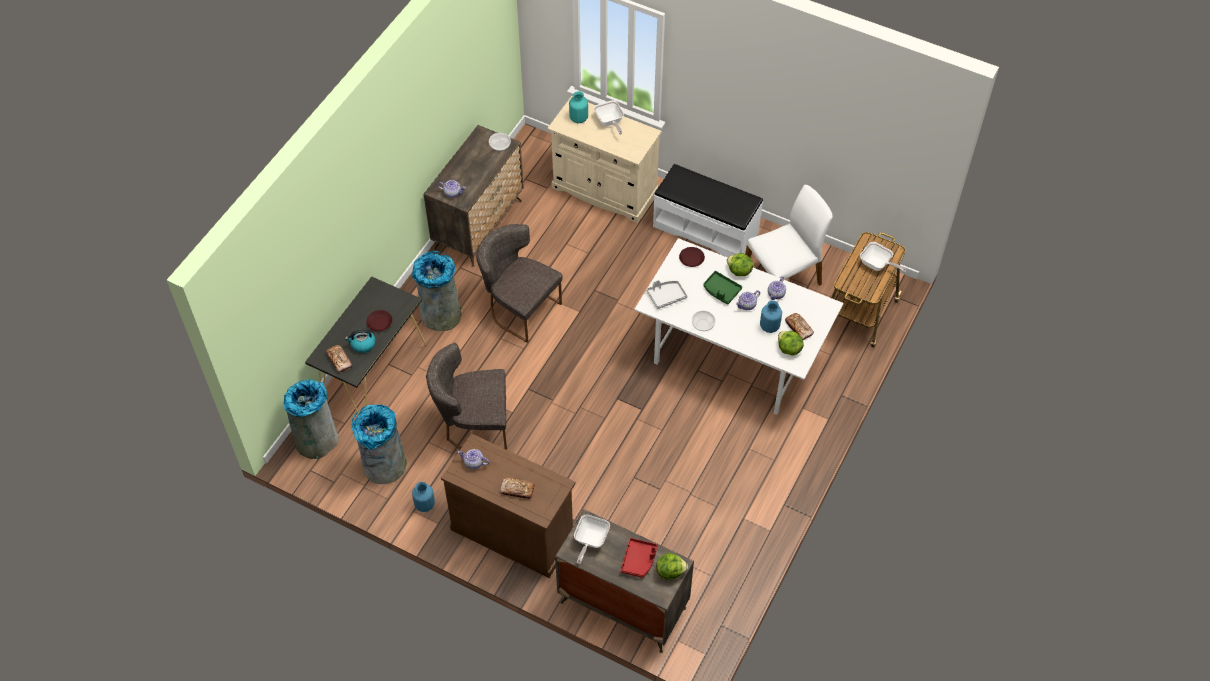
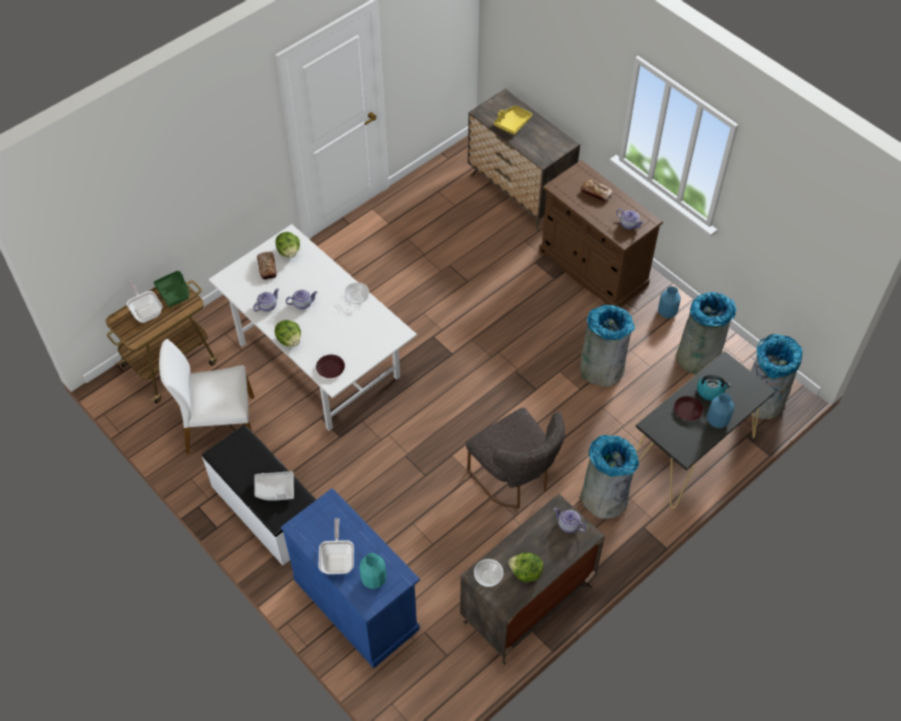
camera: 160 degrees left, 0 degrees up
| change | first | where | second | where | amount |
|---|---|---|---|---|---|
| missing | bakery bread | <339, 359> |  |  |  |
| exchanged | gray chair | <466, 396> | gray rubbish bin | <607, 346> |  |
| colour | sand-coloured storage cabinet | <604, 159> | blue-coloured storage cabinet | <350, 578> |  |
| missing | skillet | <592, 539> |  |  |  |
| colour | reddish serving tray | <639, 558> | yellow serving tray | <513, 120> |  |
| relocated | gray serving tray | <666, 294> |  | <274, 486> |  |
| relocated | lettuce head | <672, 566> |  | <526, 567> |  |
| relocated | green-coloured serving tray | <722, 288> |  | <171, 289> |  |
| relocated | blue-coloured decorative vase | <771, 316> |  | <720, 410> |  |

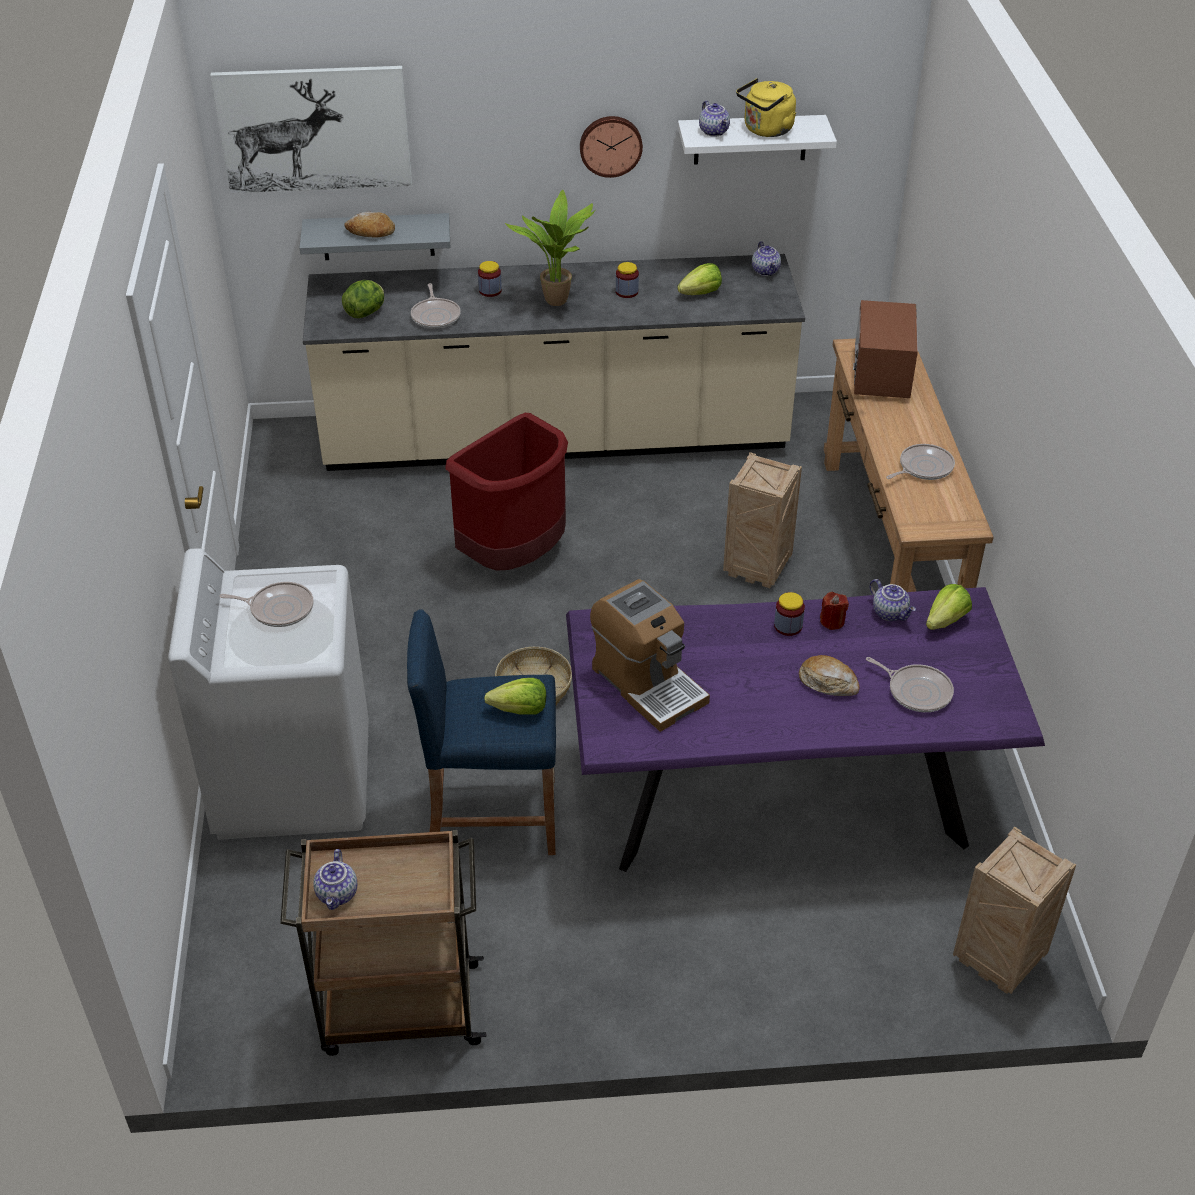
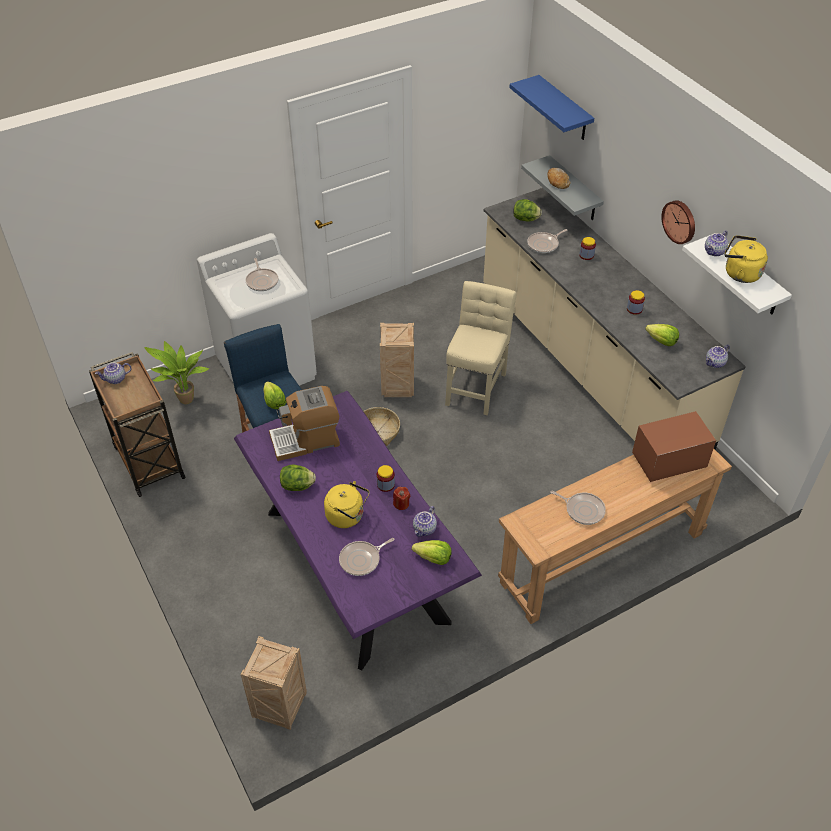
camera: 65 degrees right, 5 degrees up
| change | first | where | second | where | amount |
|---|---|---|---|---|---|
| exchanged | wall art | <311, 129> | blue-coloured shelf | <551, 107> |  |
| exchanged | reddish rubbish bin | <507, 492> | sand-coloured chair | <481, 348> |  |
| relocated | plant in a pot | <550, 248> |  | <177, 372> |  |
| spun | coffee machine | <650, 655> |  | <304, 423> | 45 degrees clockwise |
| relocated | packing crate | <762, 520> |  | <397, 360> |  |
| exchanged | bakery bread | <829, 675> | yellow water kettle | <346, 504> |  |
| spun | skillet | <910, 684> |  | <367, 557> | 45 degrees clockwise |
| appeared |  |  | lettuce head | <298, 477> |  |

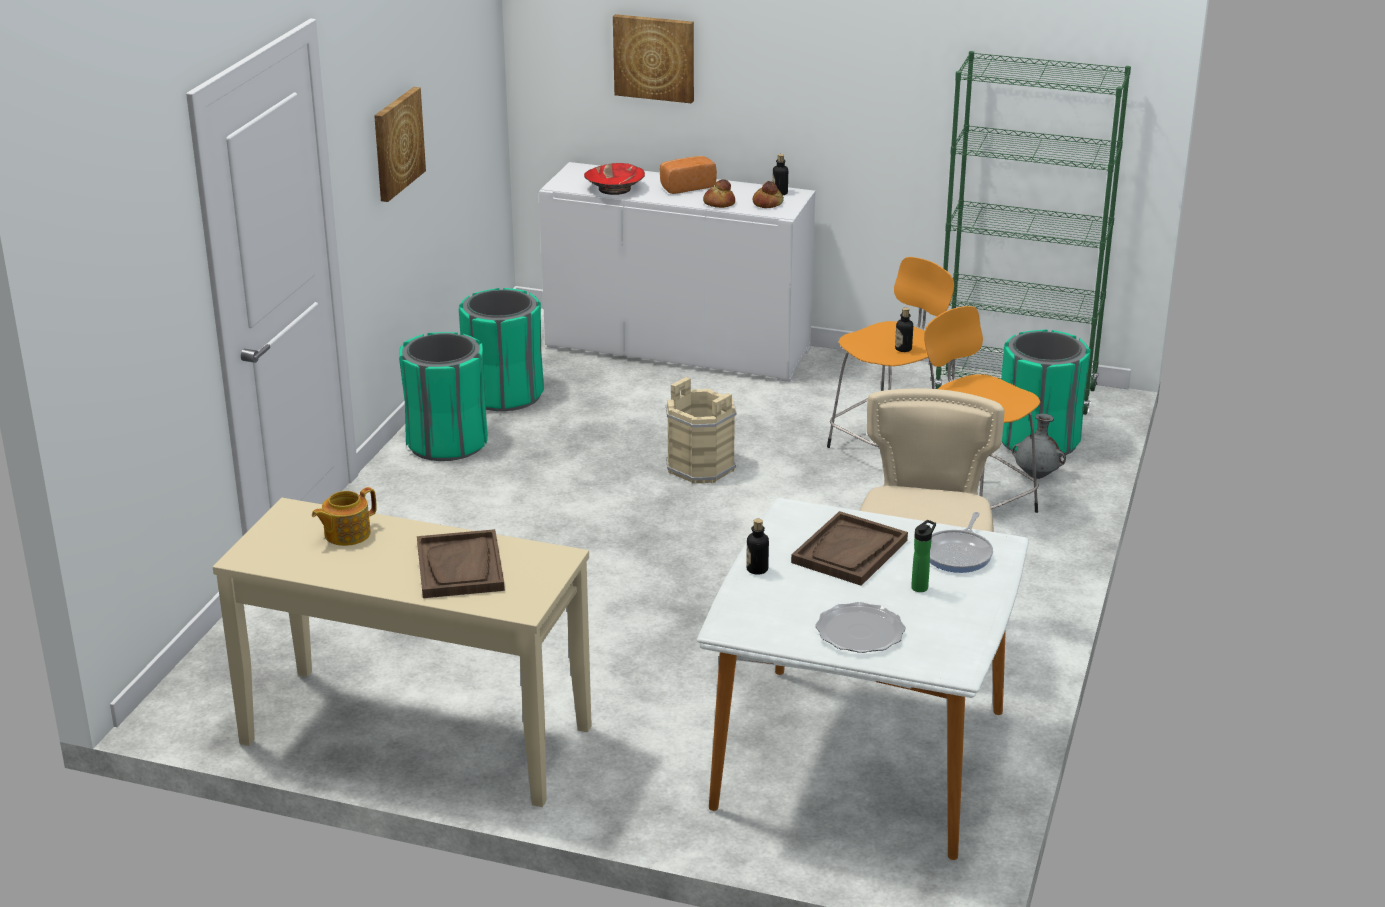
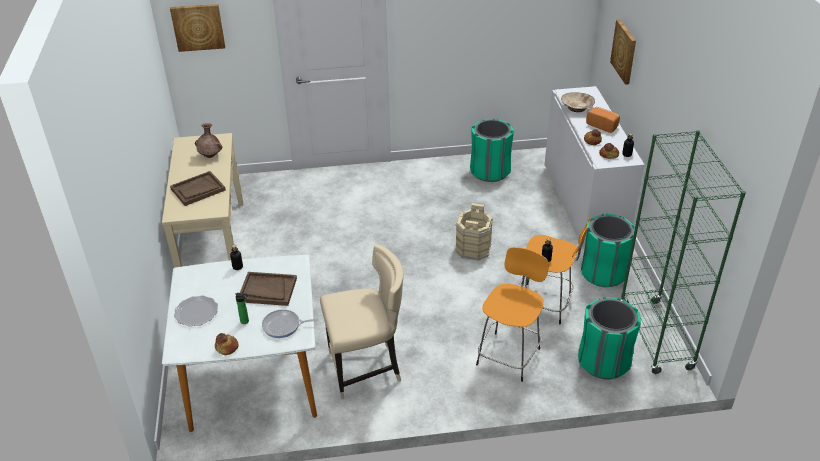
camera: 65 degrees right, 10 degrees up
| change | first | where | second | where | amount |
|---|---|---|---|---|---|
| exchanged | tea pot | <344, 516> | brown decorative vase | <208, 140> |  |
| relocated | wall art | <400, 144> |  | <197, 28> |  |
| relocated | green-coloured rubbish bin | <443, 396> |  | <608, 250> |  |
| colour | reddish bowl | <614, 179> | sand-coloured bowl | <578, 102> |  |
| missing | gray decorative vase | <1039, 446> |  |  |  |
| appeared |  |  | bakery bread | <227, 344> |  |

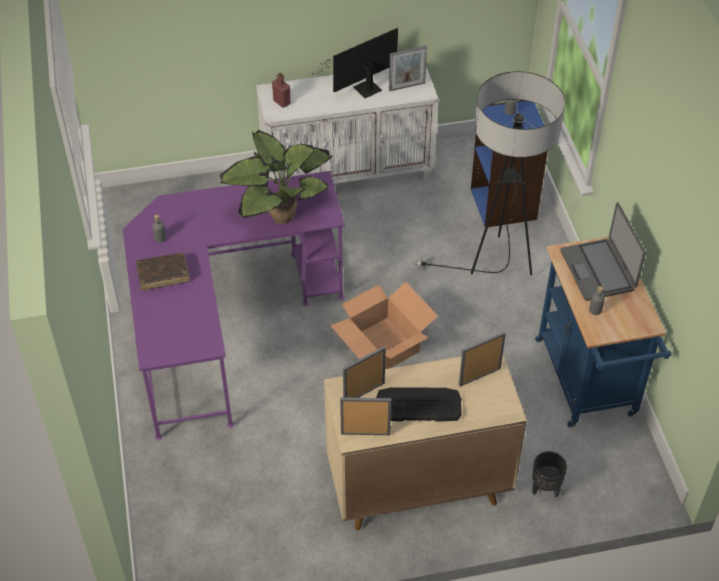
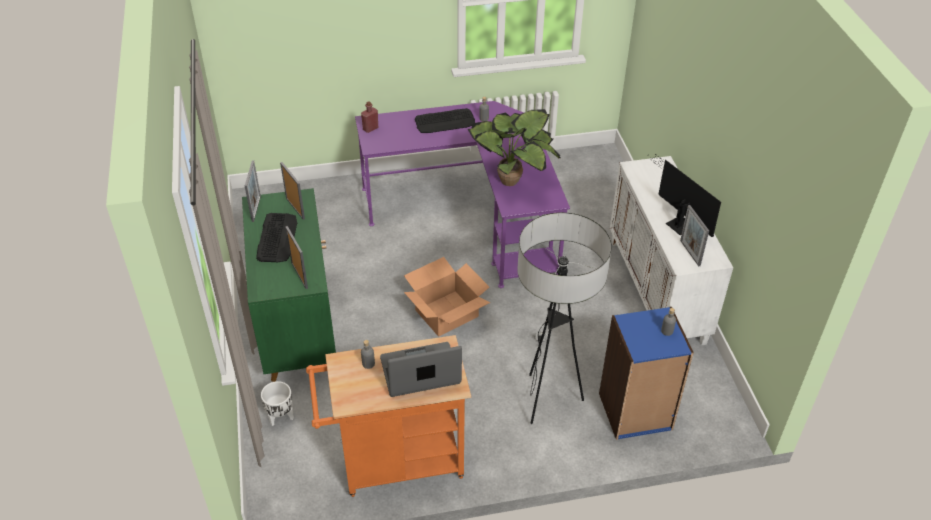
camera: 90 degrees right, 5 degrees down
| change | first | where | second | where | amount |
|---|---|---|---|---|---|
| exchanged | brown volume | <163, 272> | computer keyboard | <445, 120> |  |
| relocated | reddish beverage bottle | <281, 90> |  | <369, 117> |  |
| colour | sand-coloured storage cabinet | <425, 443> | green-coloured storage cabinet | <289, 285> |  |
| colour | blackish planter | <549, 474> | whitish planter | <277, 403> |  |
| colour | blue-coloured cart | <603, 331> | orange-coloured cart | <388, 416> |  |

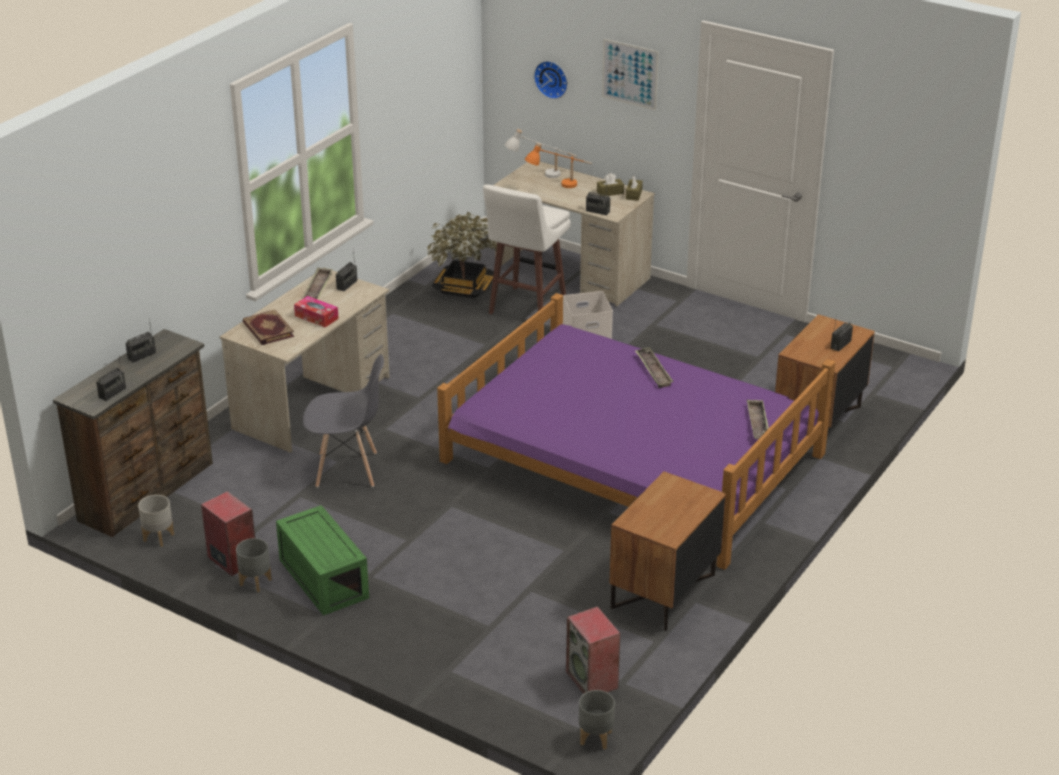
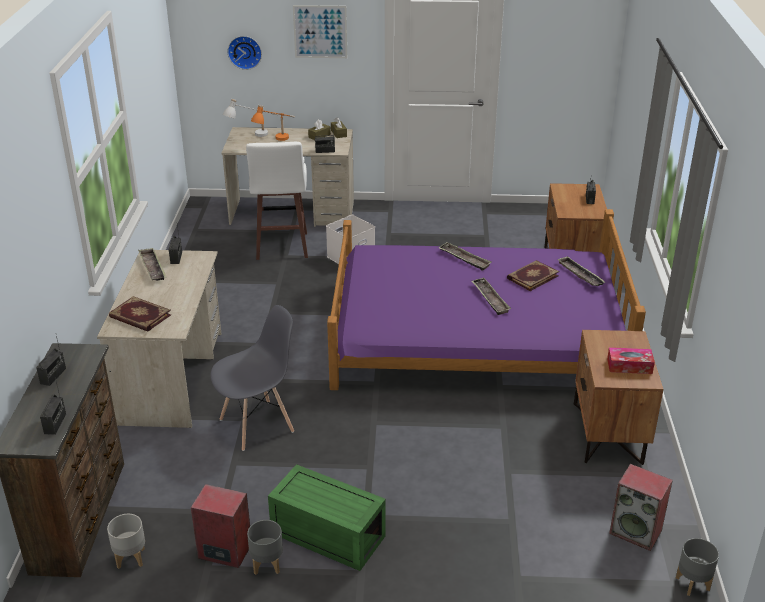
camera: 30 degrees left, 0 degrees up
| change | first | where | second | where | amount |
|---|---|---|---|---|---|
| relocated | box of tissues | <316, 311> |  | <631, 360> |  |
| missing | plant in a pot | <462, 255> |  |  |  |
| appeared |  |  | serving tray | <491, 296> |  |
| appeared |  |  | volume | <533, 275> |  |

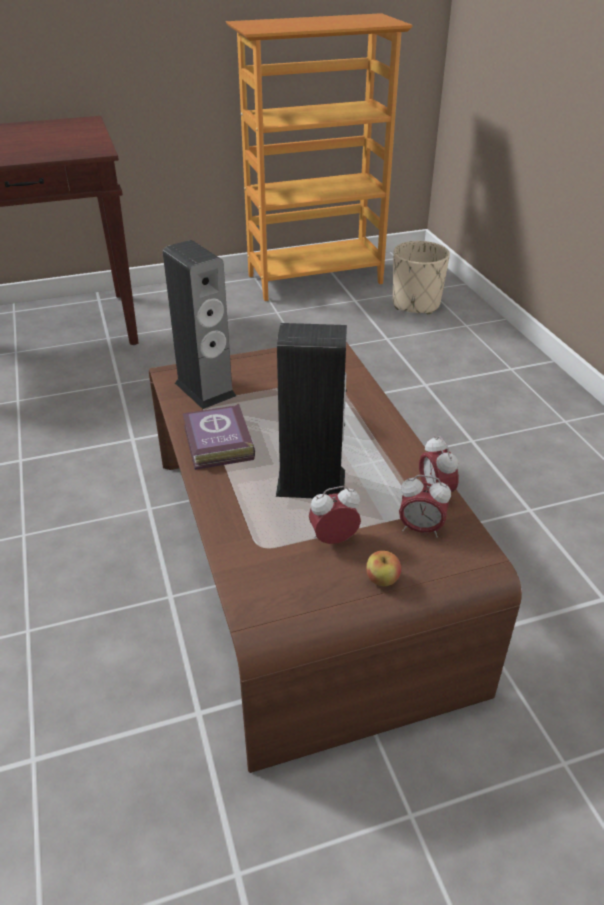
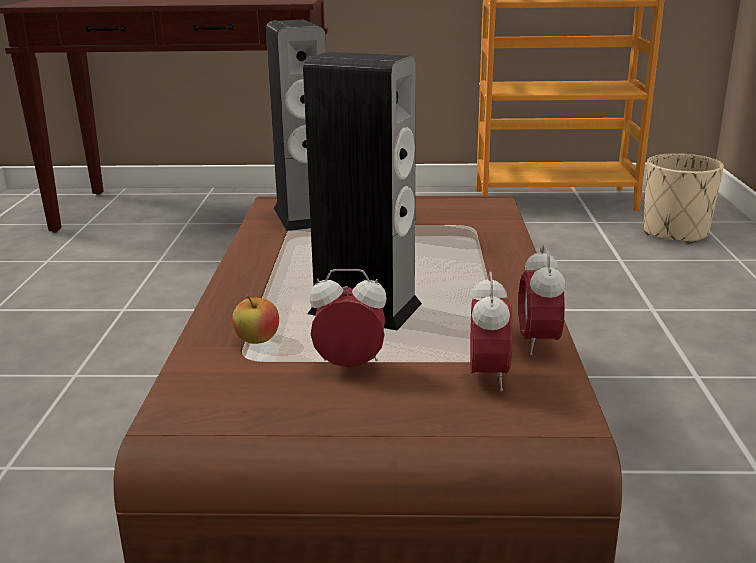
camera: 20 degrees right, 15 degrees down
| change | first | where | second | where | amount |
|---|---|---|---|---|---|
| missing | volume | <219, 436> |  |  |  |
| relocated | apple | <383, 568> |  | <255, 319> |  |
| spun | table clock | <425, 506> |  | <491, 331> | 120 degrees counterclockwise |

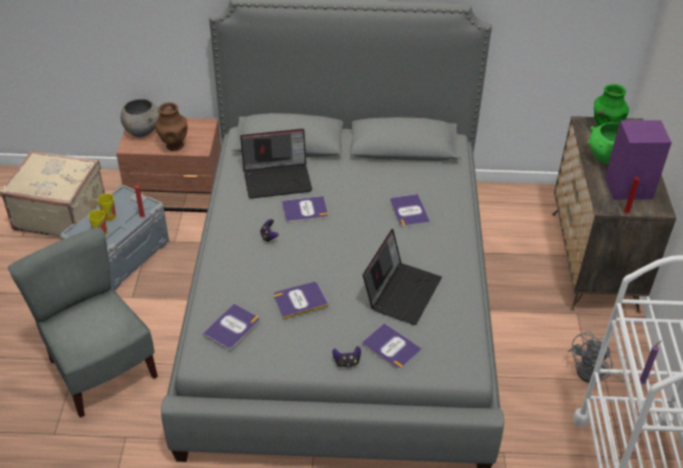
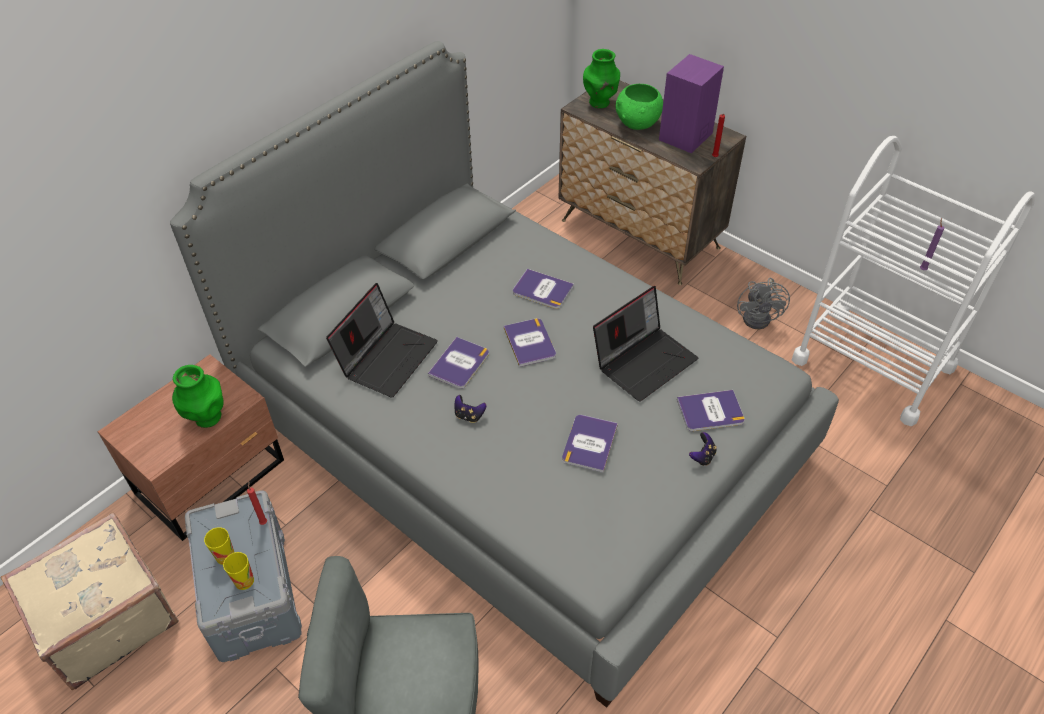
camera: 50 degrees left, 5 degrees up
| change | first | where | second | where | amount |
|---|---|---|---|---|---|
| missing | gray bowl | <139, 118> |  |  |  |
| colour | brown decorative vase | <171, 126> | green-coloured decorative vase | <198, 396> |  |
| relocated | volume | <231, 326> |  | <530, 342> |  |
| spun | portable computer | <402, 277> |  | <646, 344> | 75 degrees clockwise |

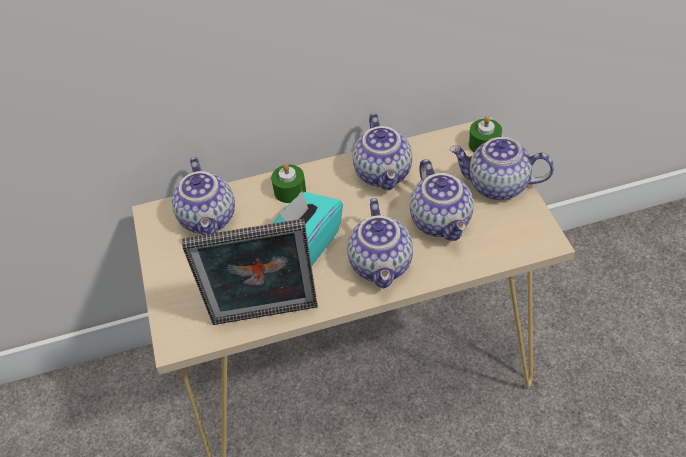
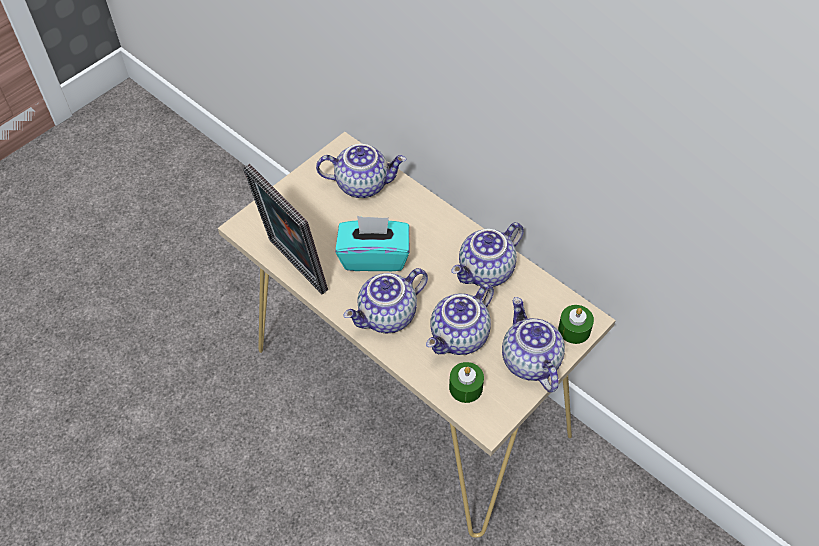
camera: 55 degrees right, 5 degrees up
| change | first | where | second | where | amount |
|---|---|---|---|---|---|
| spun | tea pot | <203, 196> |  | <361, 171> | 135 degrees counterclockwise |
| relocated | green-coloured candle | <288, 183> |  | <466, 382> |  |

